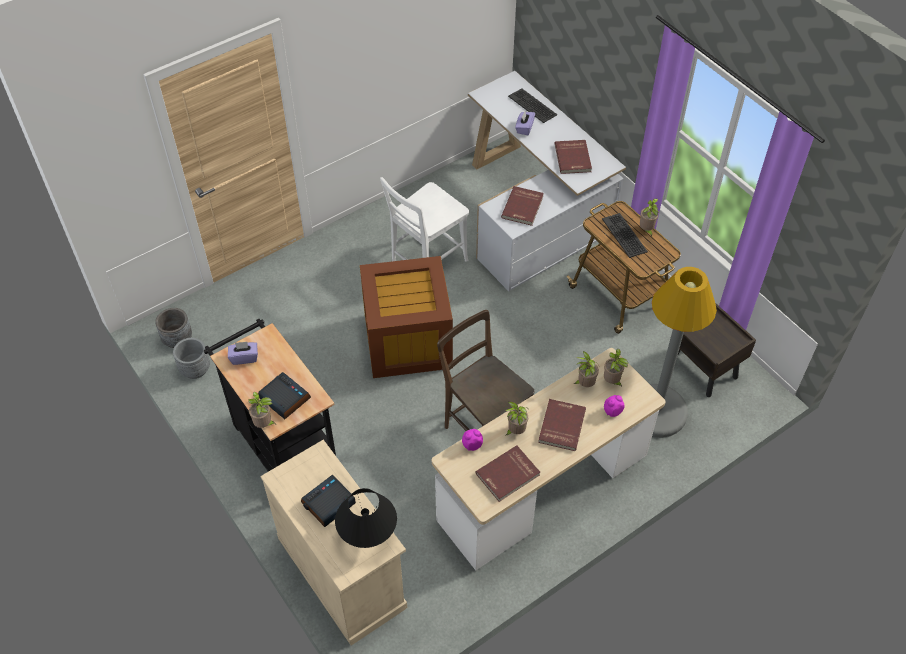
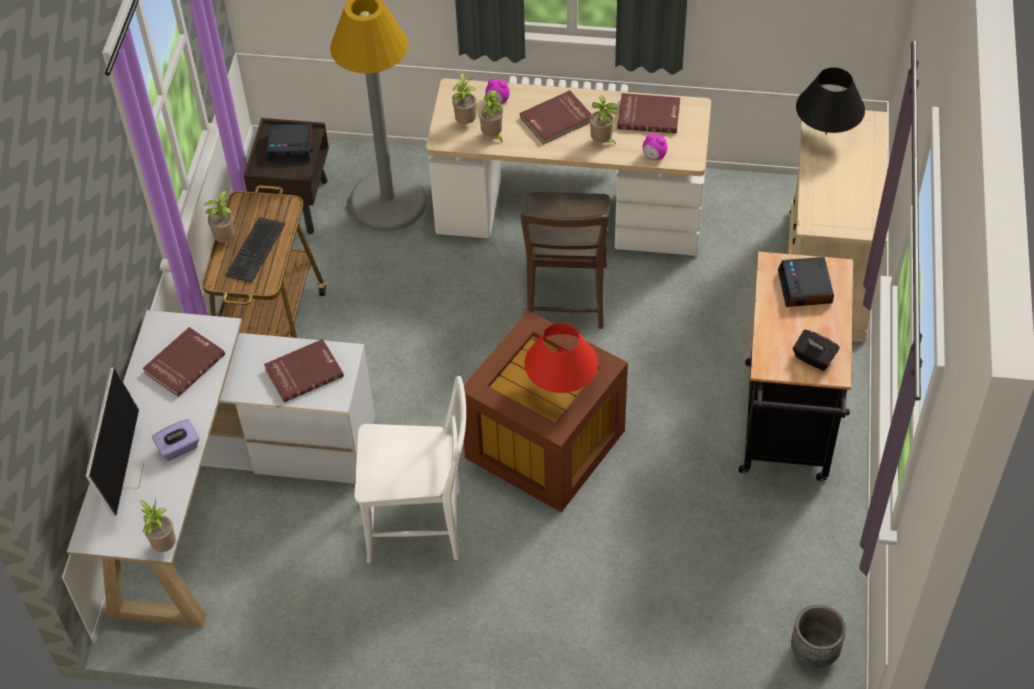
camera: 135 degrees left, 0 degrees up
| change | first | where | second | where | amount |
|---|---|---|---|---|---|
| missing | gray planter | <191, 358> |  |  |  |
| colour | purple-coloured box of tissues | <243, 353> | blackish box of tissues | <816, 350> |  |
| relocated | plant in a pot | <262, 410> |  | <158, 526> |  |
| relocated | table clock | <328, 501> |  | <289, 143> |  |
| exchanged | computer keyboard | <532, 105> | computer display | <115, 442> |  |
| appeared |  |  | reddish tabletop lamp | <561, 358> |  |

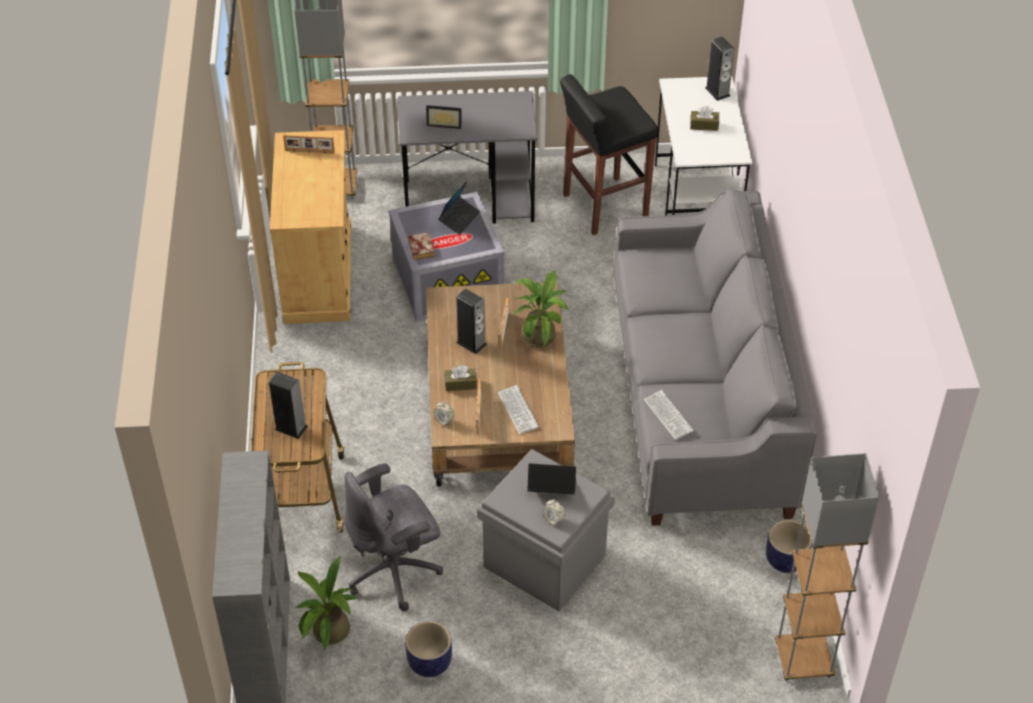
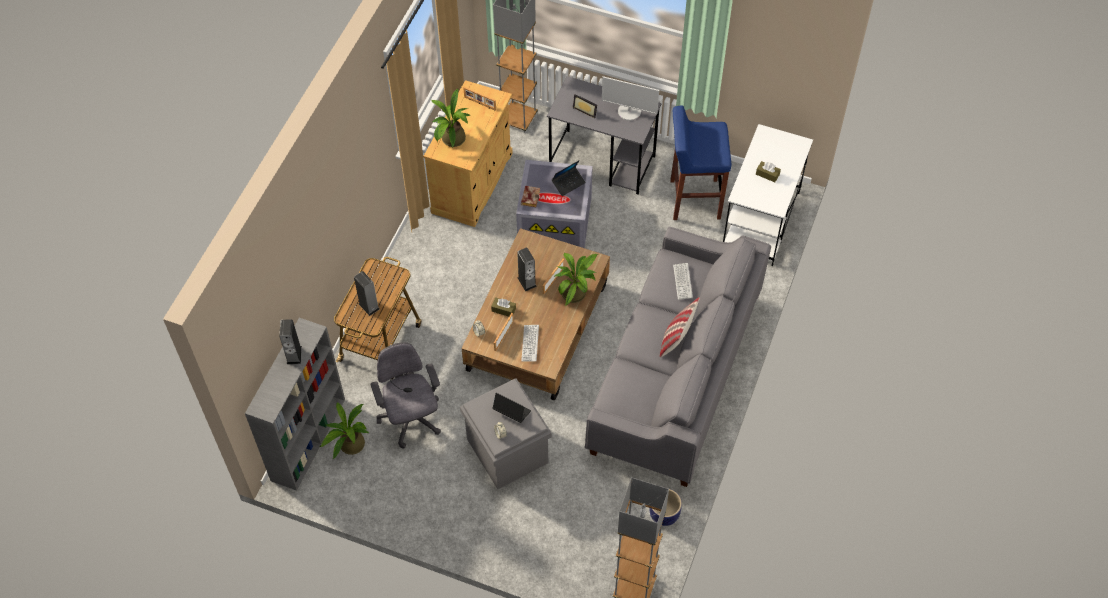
camera: 25 degrees right, 10 degrees up
| change | first | where | second | where | amount |
|---|---|---|---|---|---|
| spun | gray desk chair | <394, 537> |  | <406, 395> | 75 degrees clockwise |
| missing | planter | <428, 649> |  |  |  |
| colour | blackish stool seat | <609, 154> | blue-coloured stool seat | <700, 163> |  |
| relocated | computer keyboard | <669, 415> |  | <683, 281> |  |
| relocated | speaker | <719, 69> |  | <290, 341> |  |
| appeared |  |  | plant in a pot | <451, 117> |  |
| appeared |  |  | computer display | <630, 98> |  |
| appeared |  |  | cushion | <680, 327> |  |

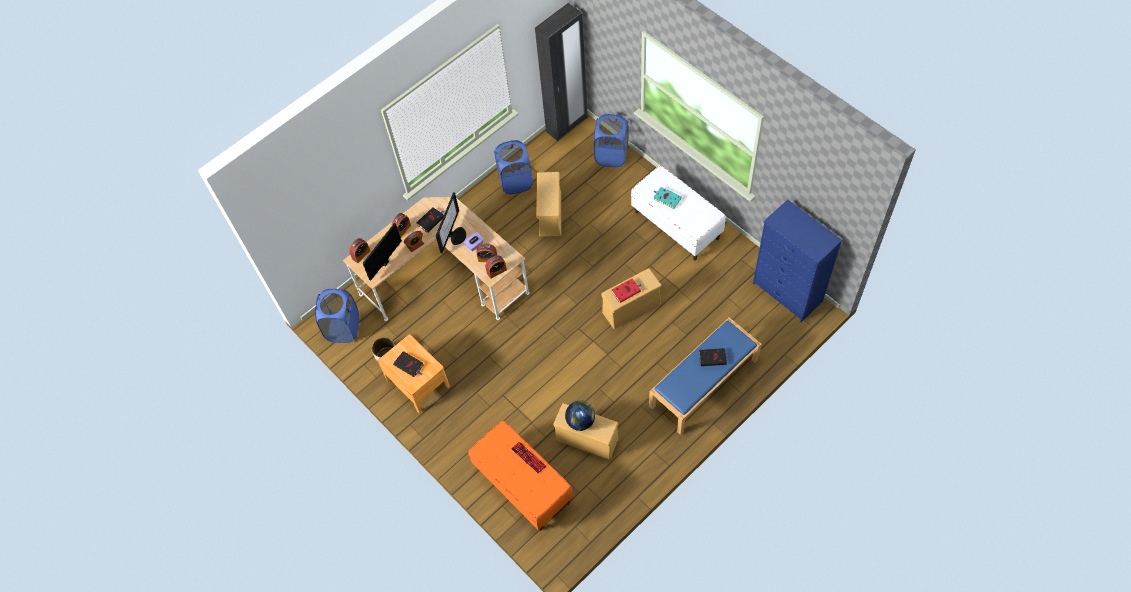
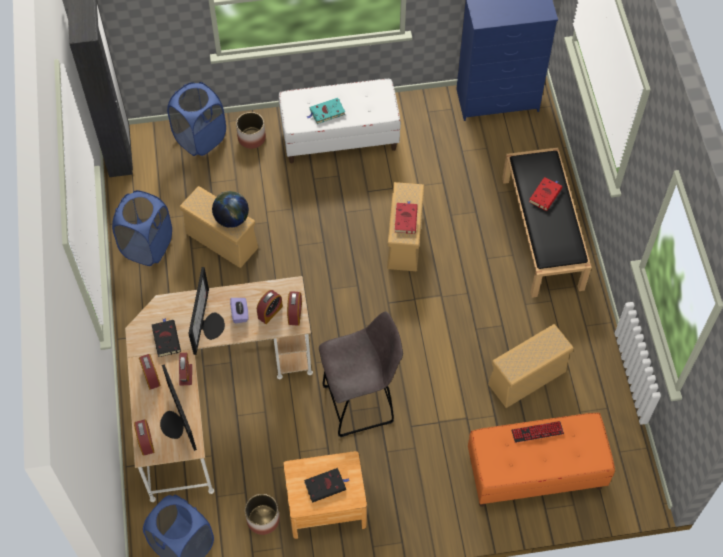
camera: 60 degrees left, 0 degrees up
| change | first | where | second | where | amount |
|---|---|---|---|---|---|
| spun | computer display | <451, 222> |  | <206, 311> | 45 degrees clockwise |
| relocated | world globe | <580, 416> |  | <230, 209> |  |
| colour | blue-coloured indoor bench | <705, 376> | blackish indoor bench | <547, 222> |  |
| colour | blackish volume | <715, 357> | reddish volume | <546, 194> |  |
| appeared |  |  | planter | <251, 130> |  |
| appeared |  |  | gray stool seat | <361, 374> |  |

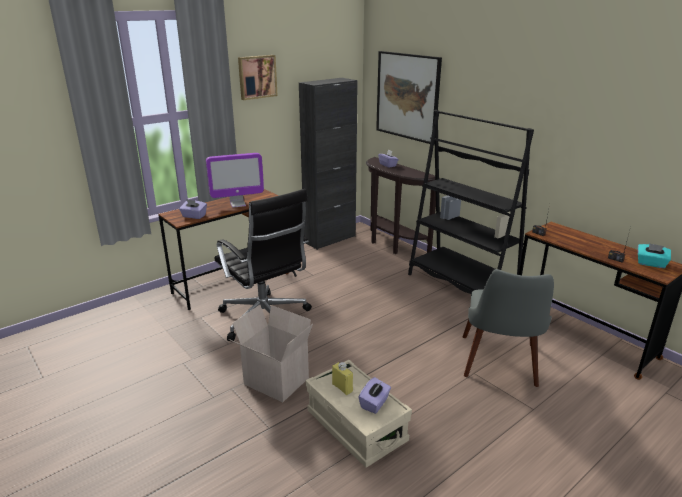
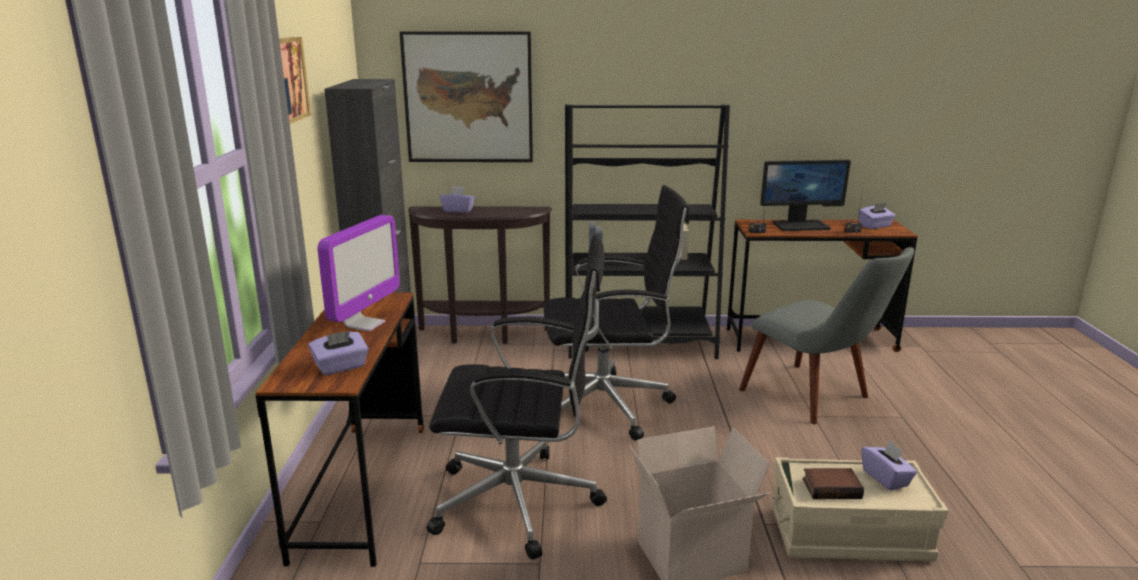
camera: 50 degrees left, 5 degrees down
| change | first | where | second | where | amount |
|---|---|---|---|---|---|
| exchanged | yellow beverage bottle | <342, 378> | volume | <833, 483> |  |
| colour | turquoise box of tissues | <654, 256> | purple-coloured box of tissues | <877, 216> |  |
| appeared |  |  | blackish desk chair | <616, 312> |  |
| appeared |  |  | computer display | <805, 195> |  |

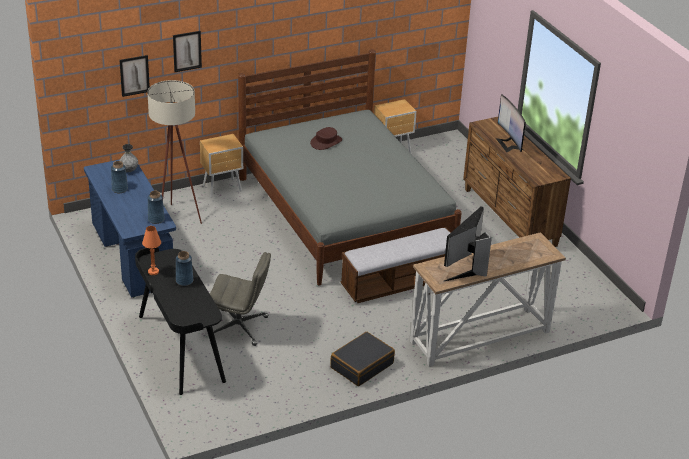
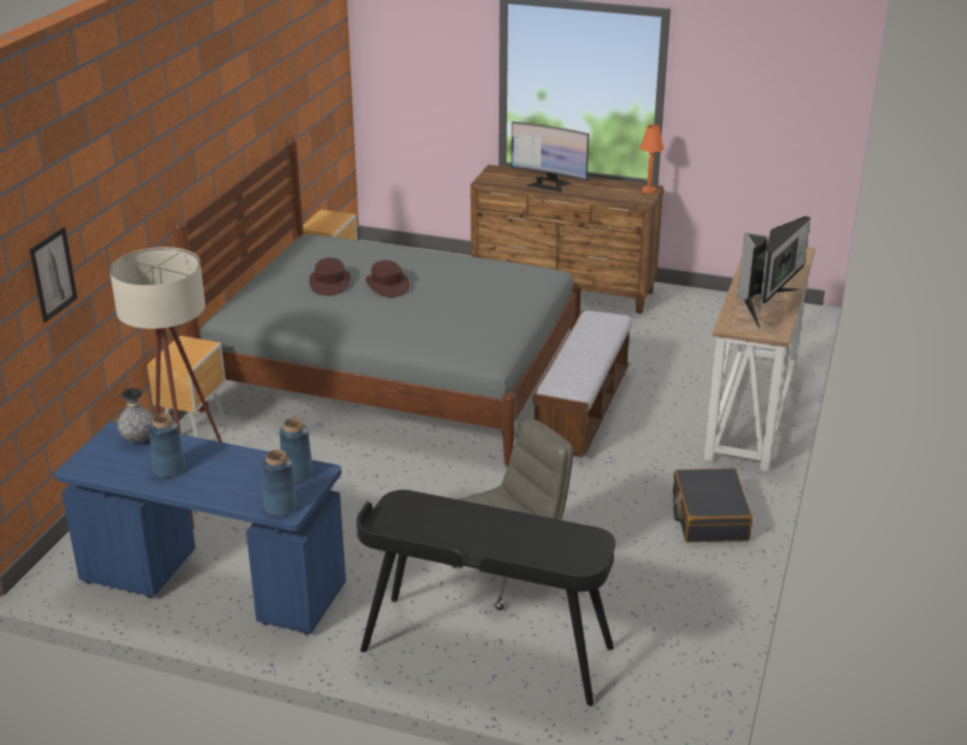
camera: 45 degrees left, 5 degrees down
| change | first | where | second | where | amount |
|---|---|---|---|---|---|
| relocated | orange-coloured tabletop lamp | <151, 250> |  | <652, 159> |  |
| missing | wall art | <187, 51> |  |  |  |
| relocated | blue-coloured decorative vase | <184, 268> |  | <279, 483> |  |
| spun | computer display | <467, 244> |  | <774, 272> | 135 degrees counterclockwise |
| appeared |  |  | brown hat | <388, 278> |  |

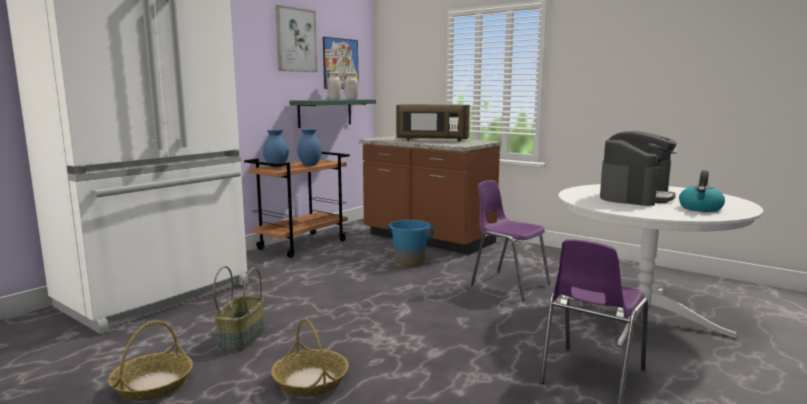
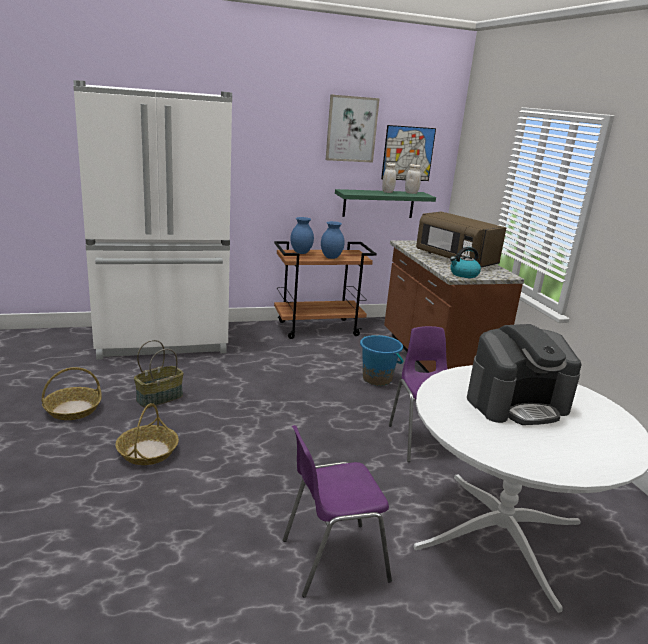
camera: 35 degrees right, 10 degrees up
| change | first | where | second | where | amount |
|---|---|---|---|---|---|
| relocated | water kettle | <702, 191> |  | <465, 262> |  |

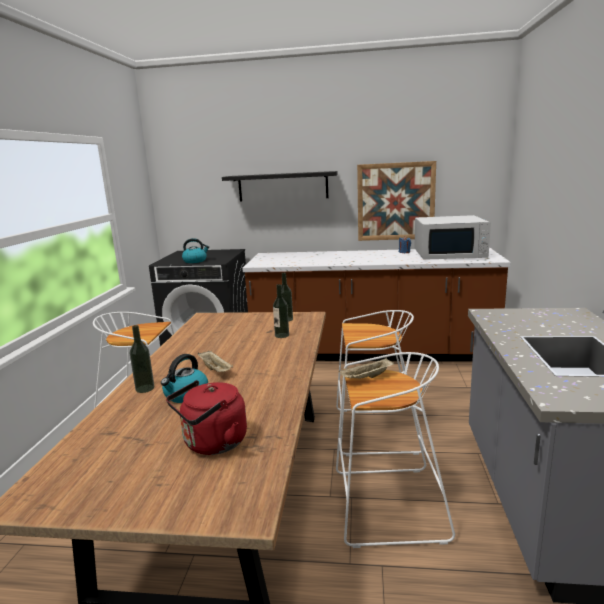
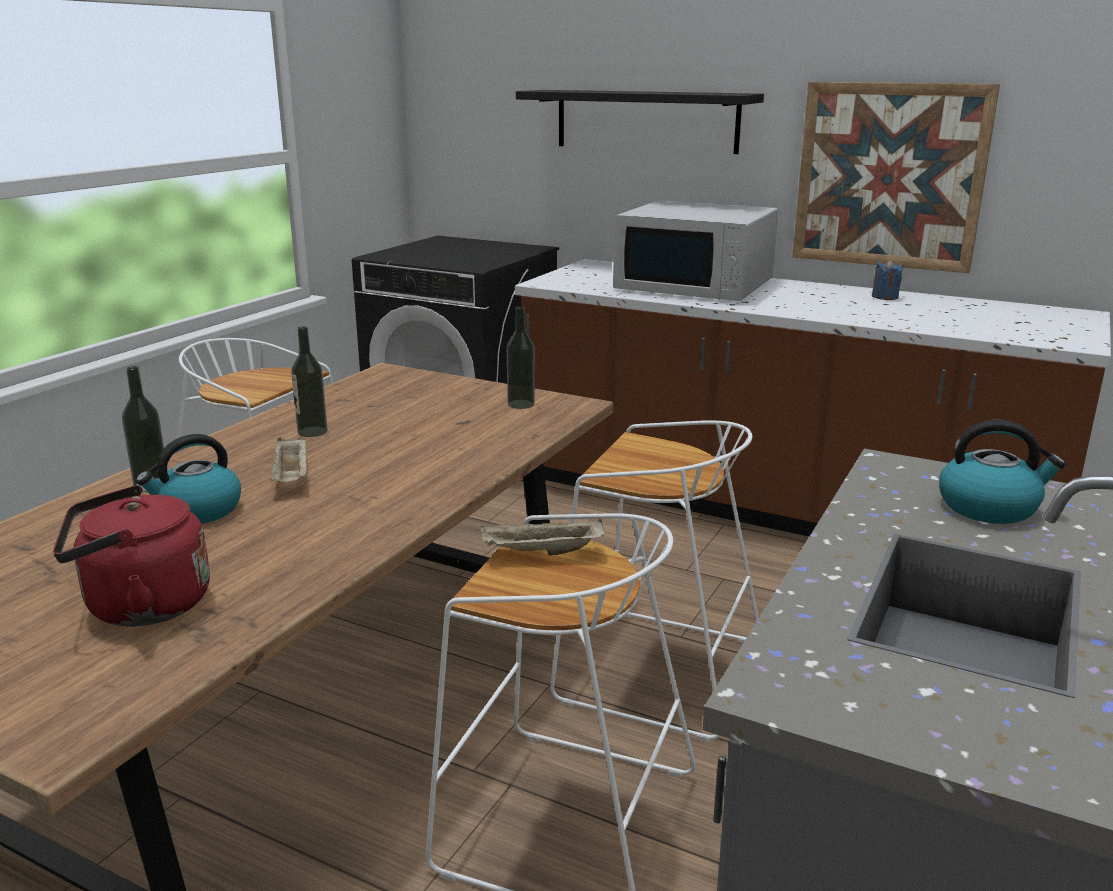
camera: 20 degrees right, 5 degrees up
| change | first | where | second | where | amount |
|---|---|---|---|---|---|
| relocated | water kettle | <195, 250> |  | <1002, 472> |  |
| relocated | beverage bottle | <281, 311> |  | <309, 381> |  |
| relocated | whitish microwave oven | <452, 237> |  | <695, 250> |  |

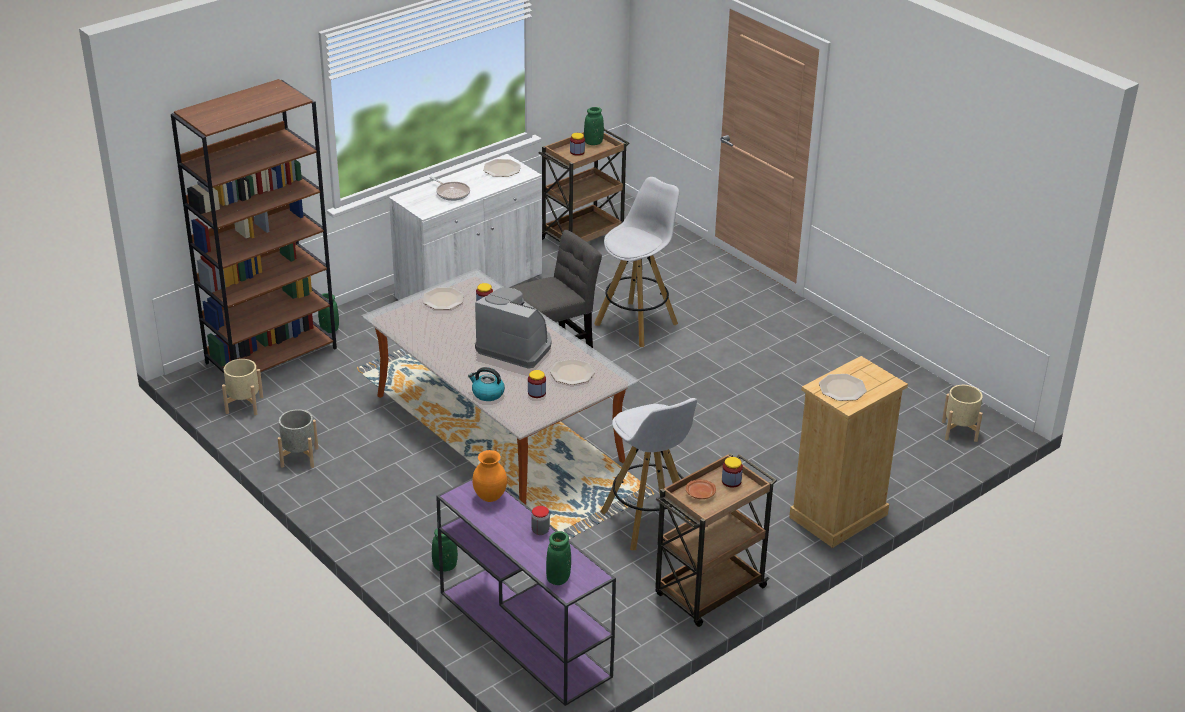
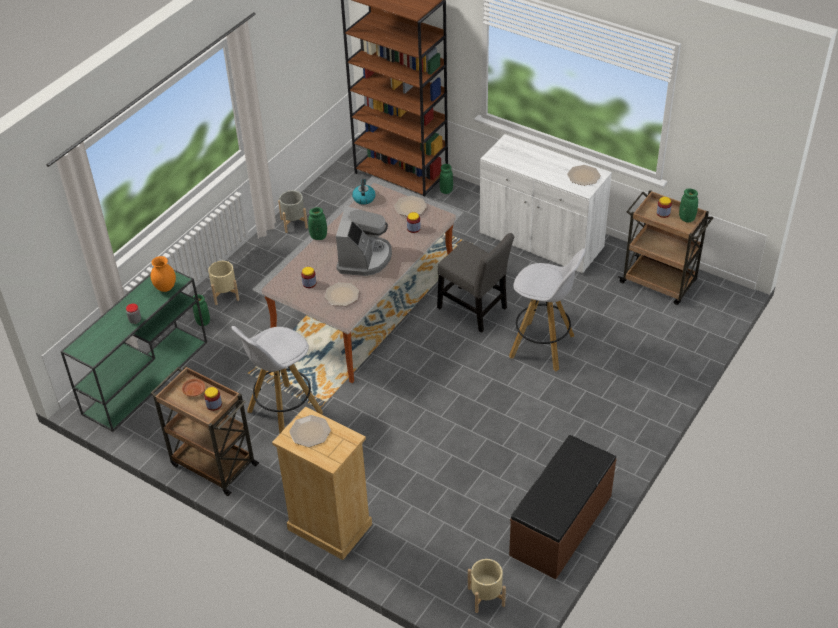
camera: 75 degrees right, 10 degrees up
| change | first | where | second | where | amount |
|---|---|---|---|---|---|
| relocated | sand-coloured planter | <242, 387> |  | <223, 283> |  |
| missing | skillet | <449, 188> |  |  |  |
| colour | purple-coloured narrow table | <526, 592> | green-coloured narrow table | <133, 350> |  |
| relocated | water kettle | <486, 384> |  | <364, 192> |  |
| relocated | green-coloured decorative vase | <558, 558> |  | <317, 223> |  |
| appeared |  |  | brown indoor bench | <563, 507> |  |

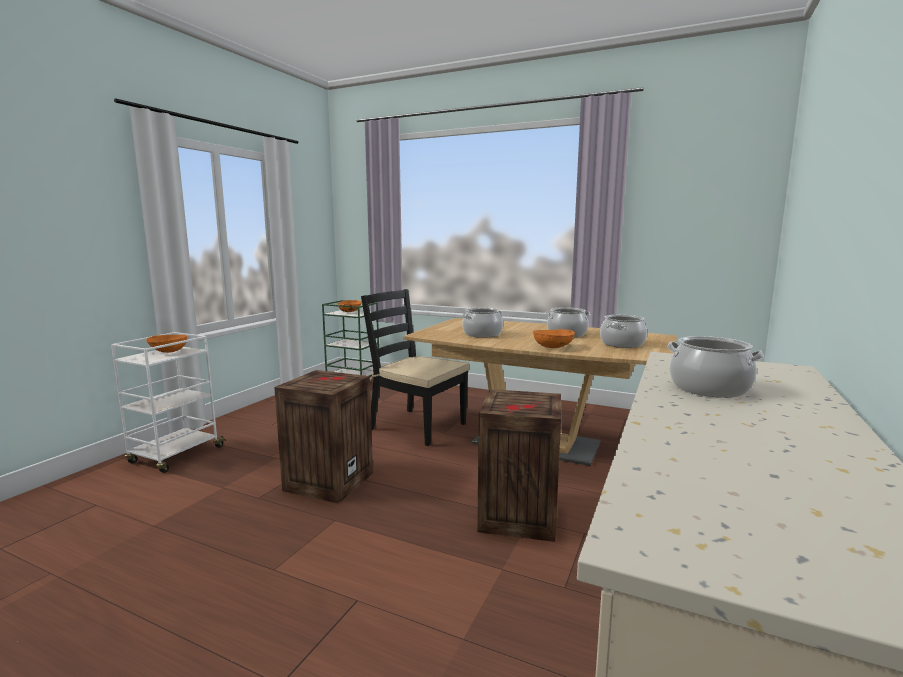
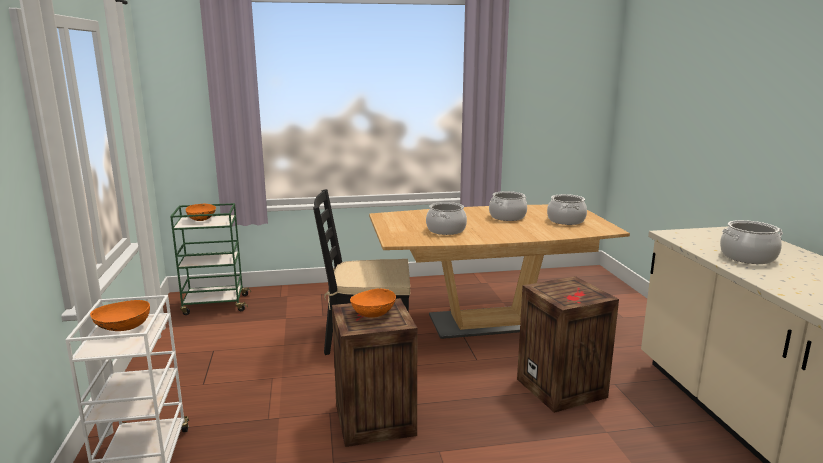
camera: 35 degrees left, 5 degrees up
| change | first | where | second | where | amount |
|---|---|---|---|---|---|
| relocated | orange-coloured bowl | <554, 338> |  | <373, 303> |  |

